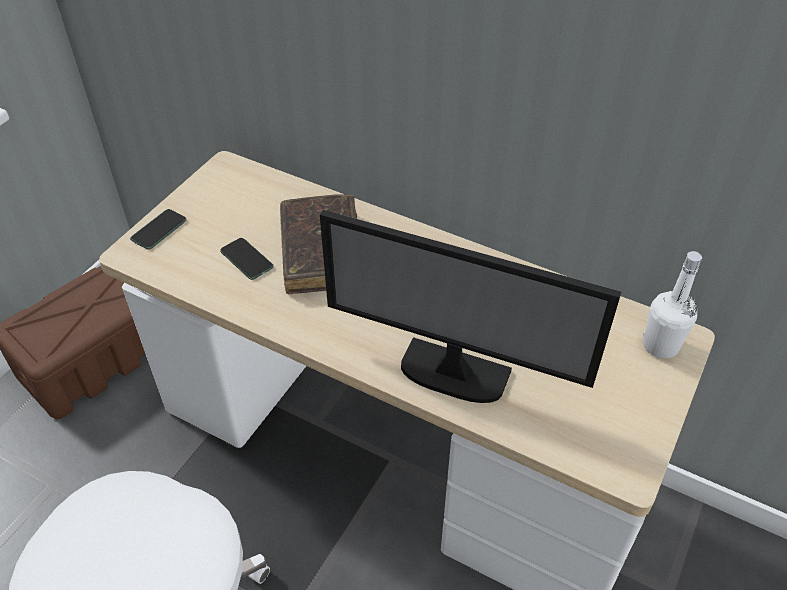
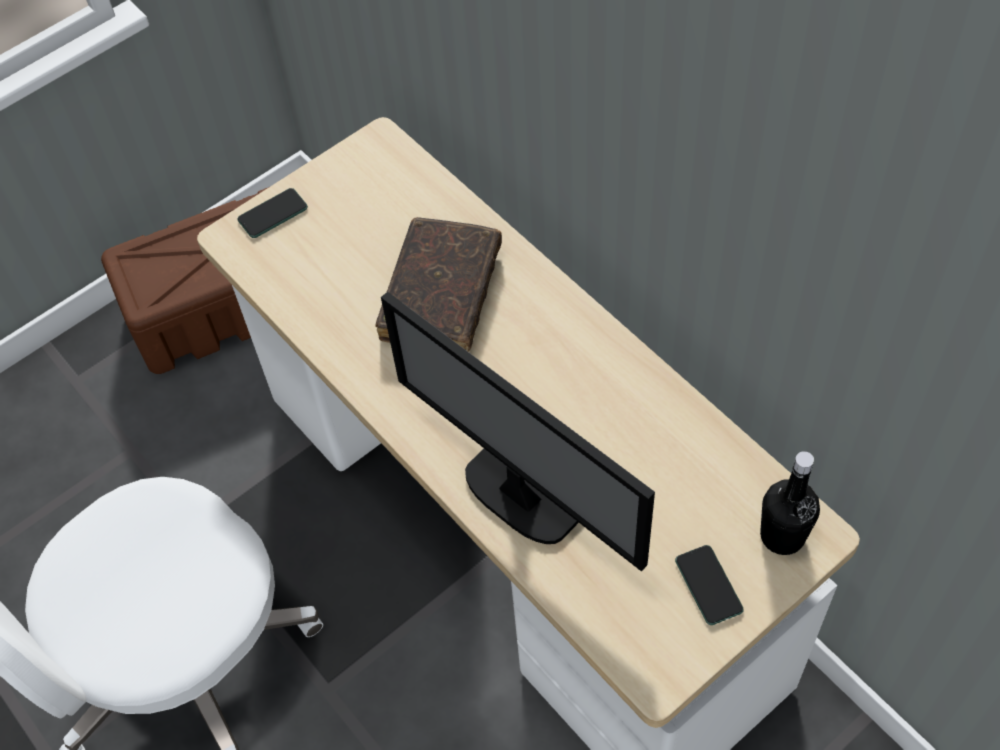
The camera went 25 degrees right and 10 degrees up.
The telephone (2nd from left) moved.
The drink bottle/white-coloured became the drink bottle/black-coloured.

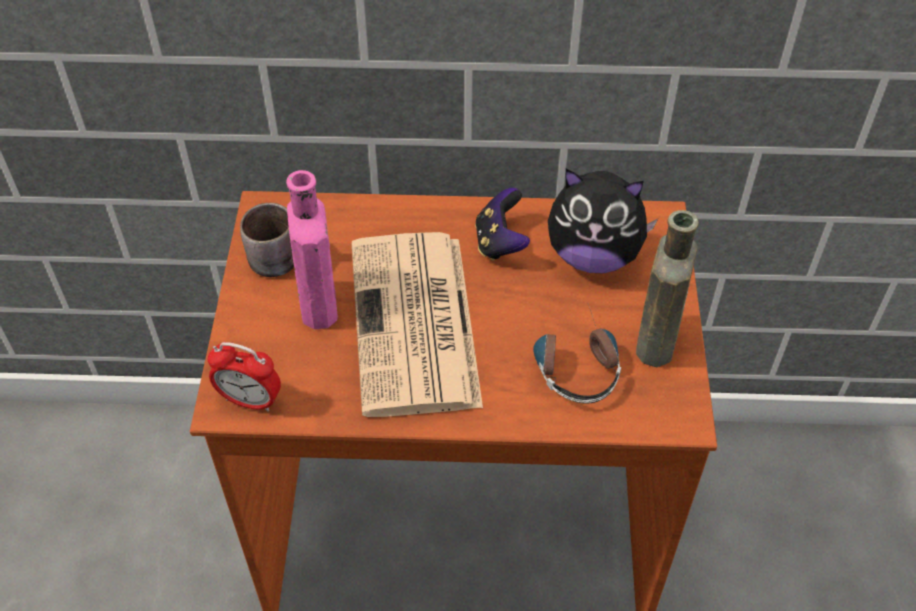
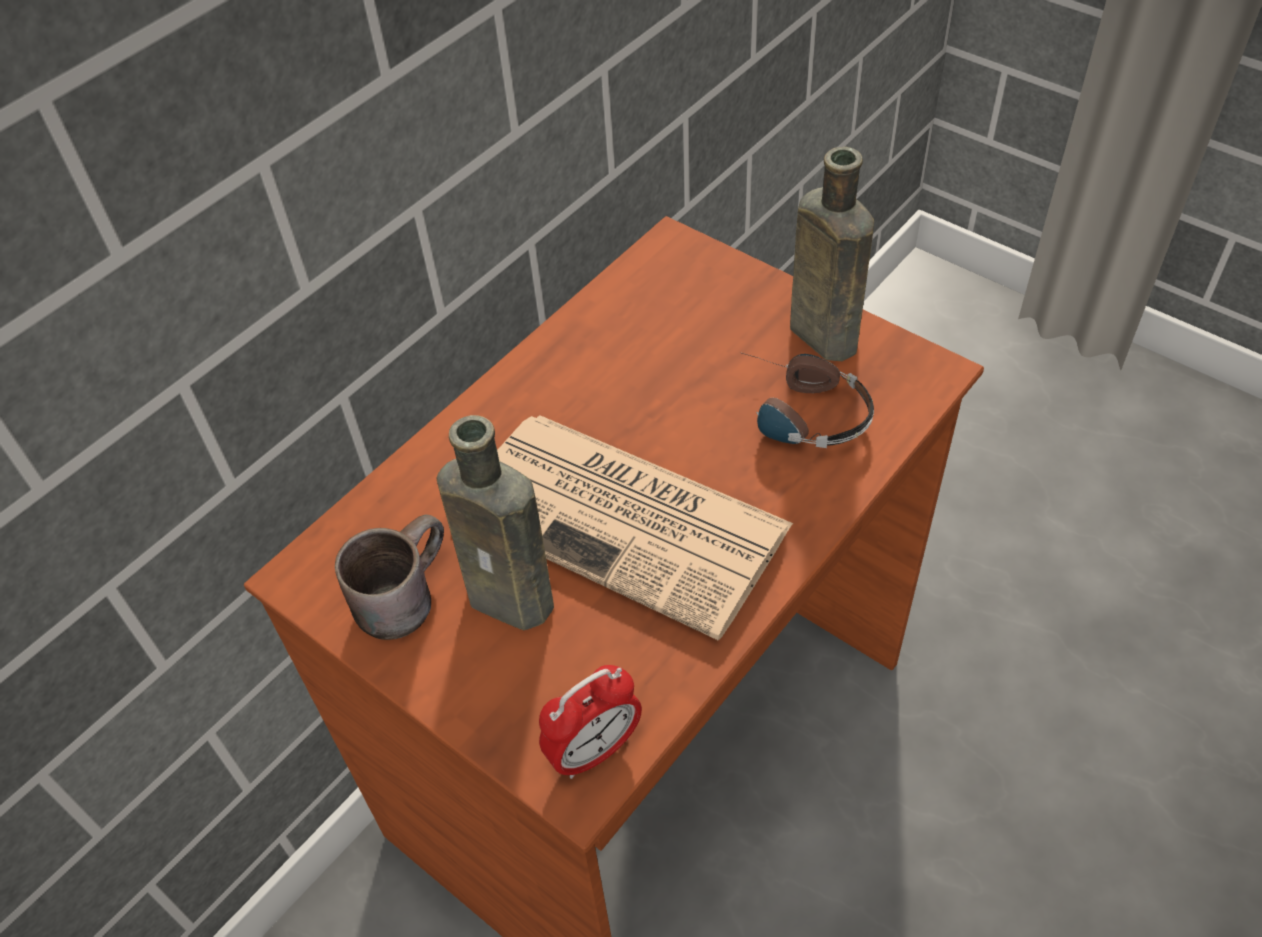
The camera went 50 degrees left and 0 degrees up.
The gamepad disappeared.
The soft toy disappeared.
The drink bottle/pinkish became the drink bottle/brown (1st from left).

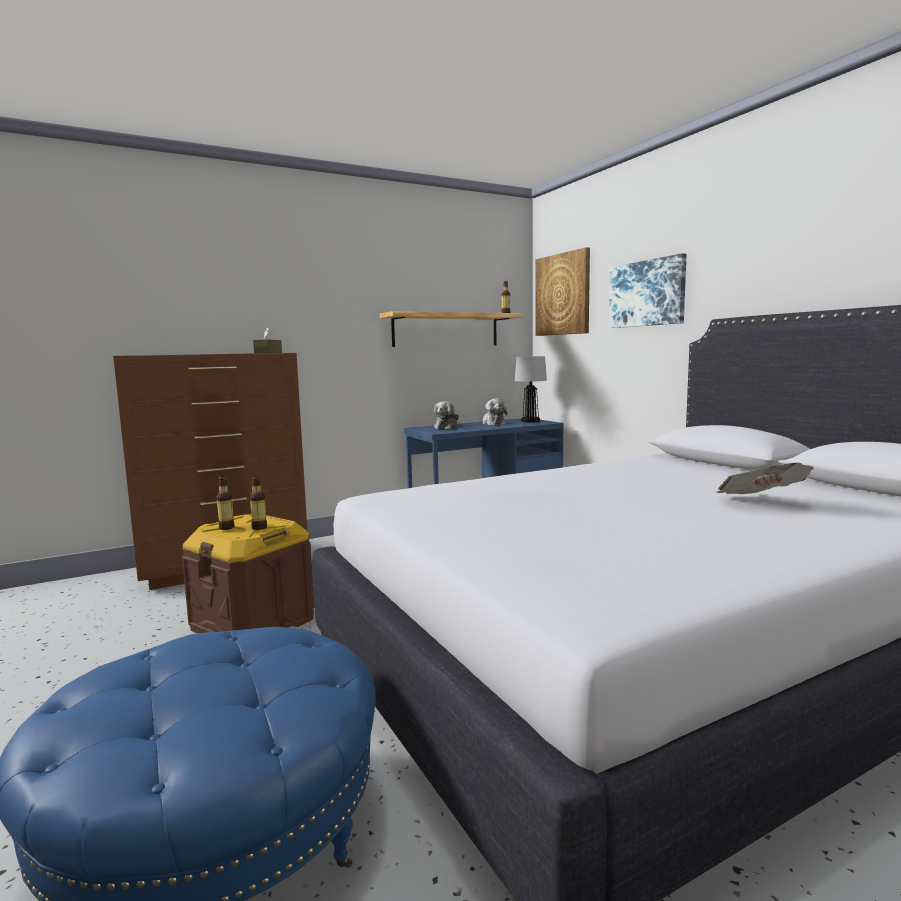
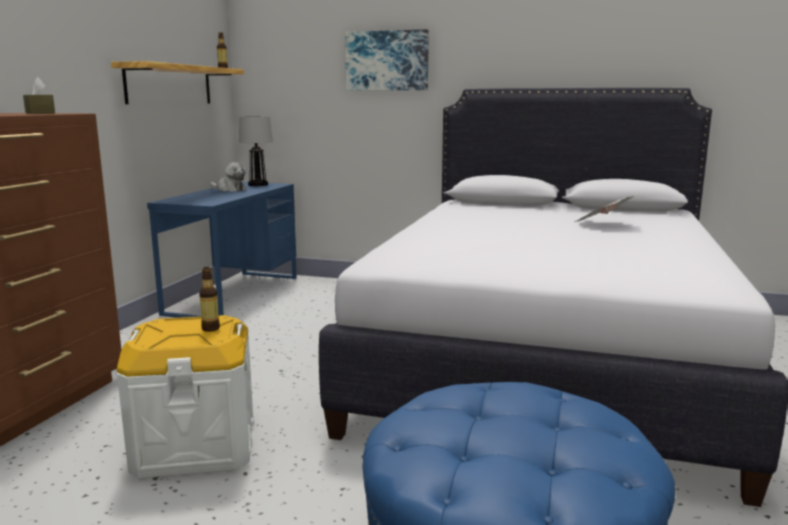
The camera went 45 degrees left and 5 degrees up.
The drink bottle (1st from left) disappeared.
The soft toy (1st from left) disappeared.
The wall picture (1st from left) disappeared.
The storage box/brown became the storage box/white-coloured.

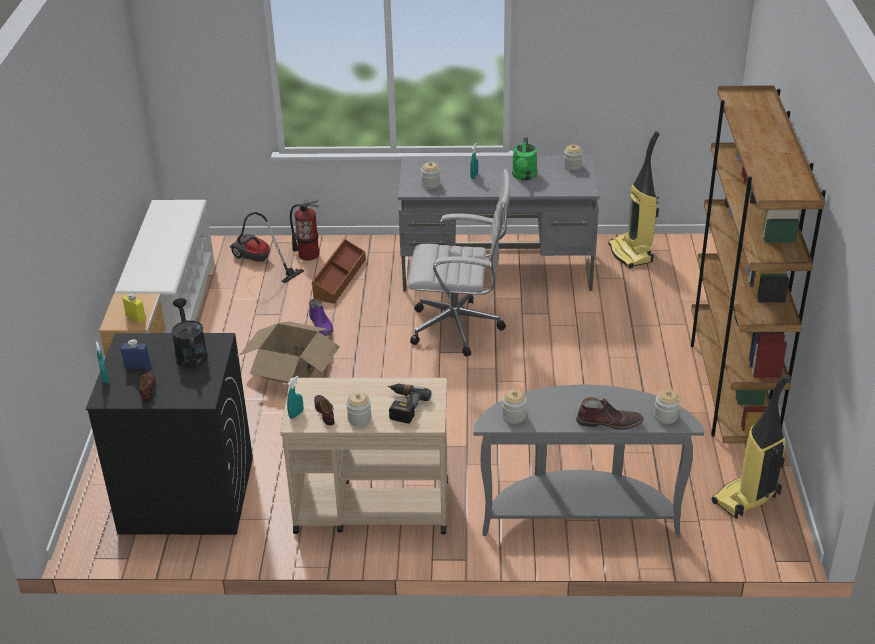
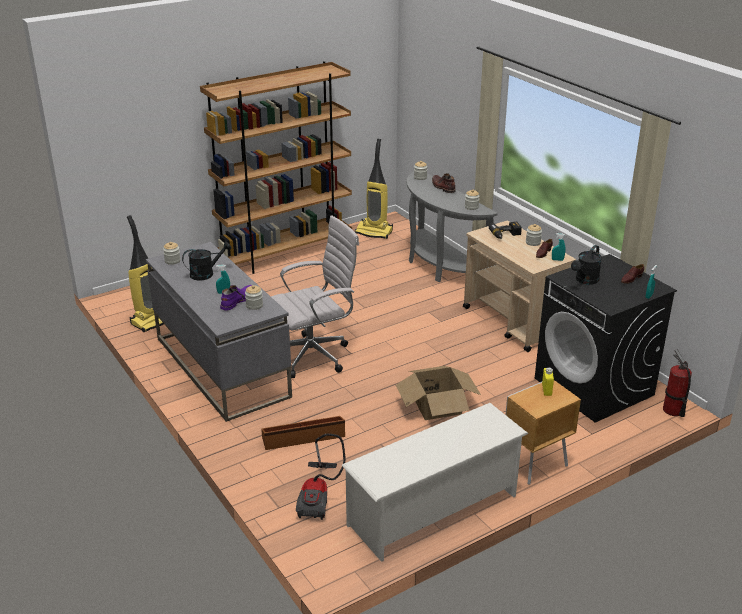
The camera went 125 degrees left and 5 degrees down.
The drink bottle/blue-coloured disappeared.
The extinguisher moved.
The tall boot/purple moved.
The watering can/greenish became the watering can/black-coloured (1st from left).
The office chair/white-coloured turned 90 degrees clockwise.

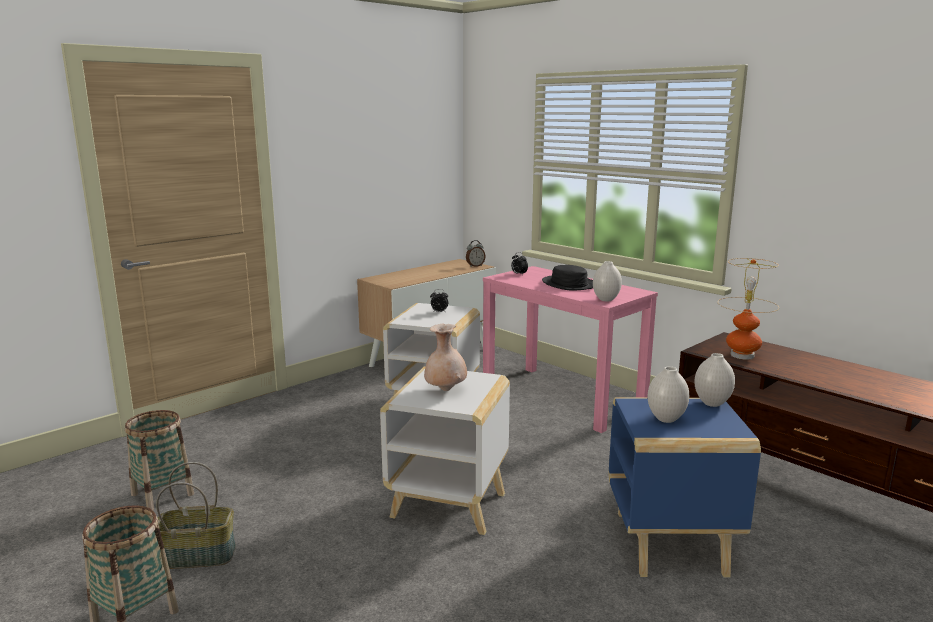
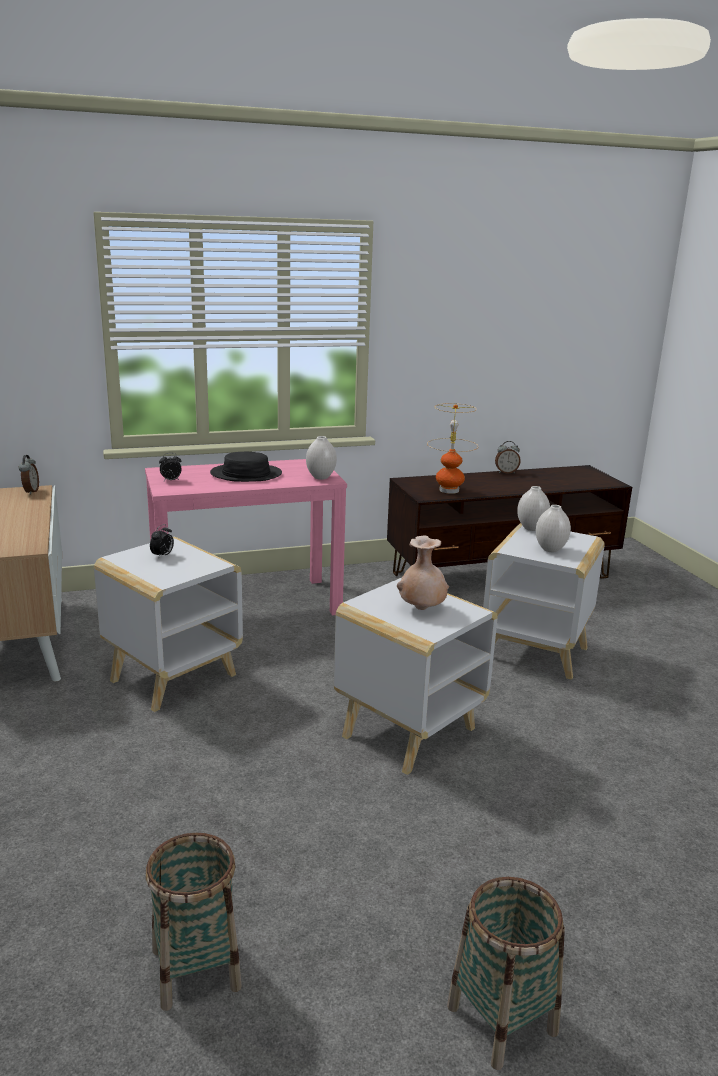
The camera went 65 degrees left and 5 degrees up.
The storage basket (3rd from left) disappeared.
The alarm clock (4th from left) appeared.
The end table/blue-coloured became the end table/white-coloured (3rd from left).

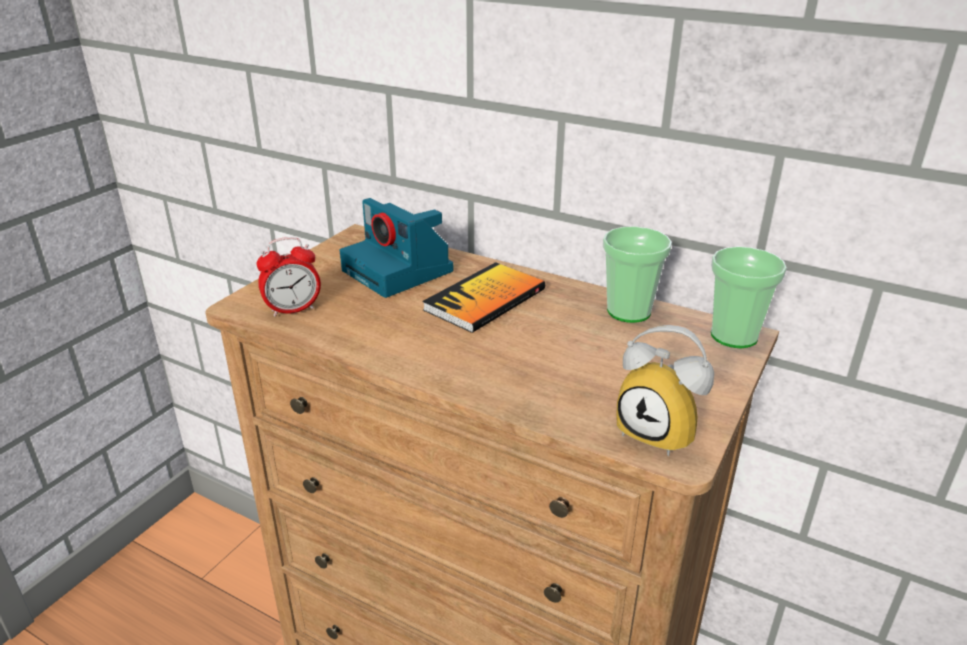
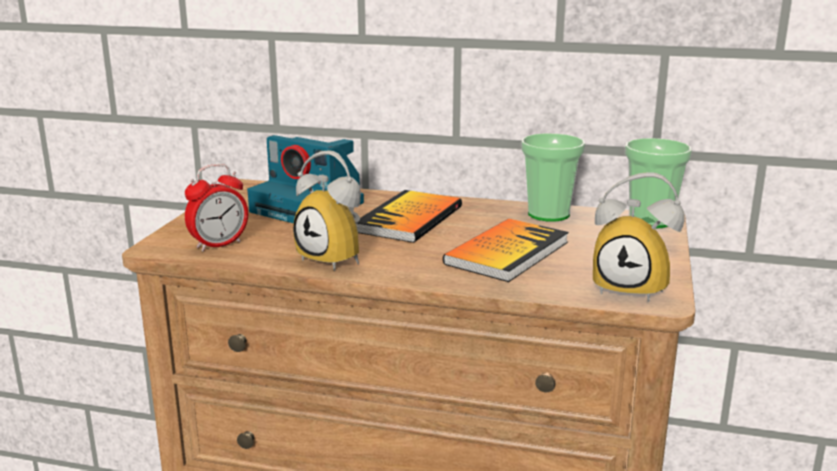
The camera went 15 degrees left and 10 degrees down.
The alarm clock (2nd from left) appeared.
The bound book (2nd from left) appeared.

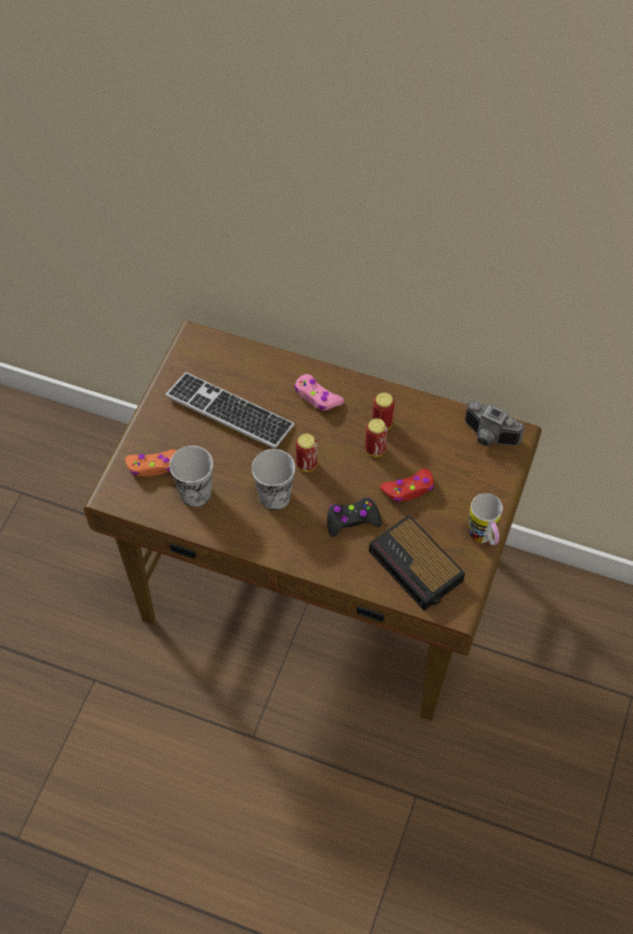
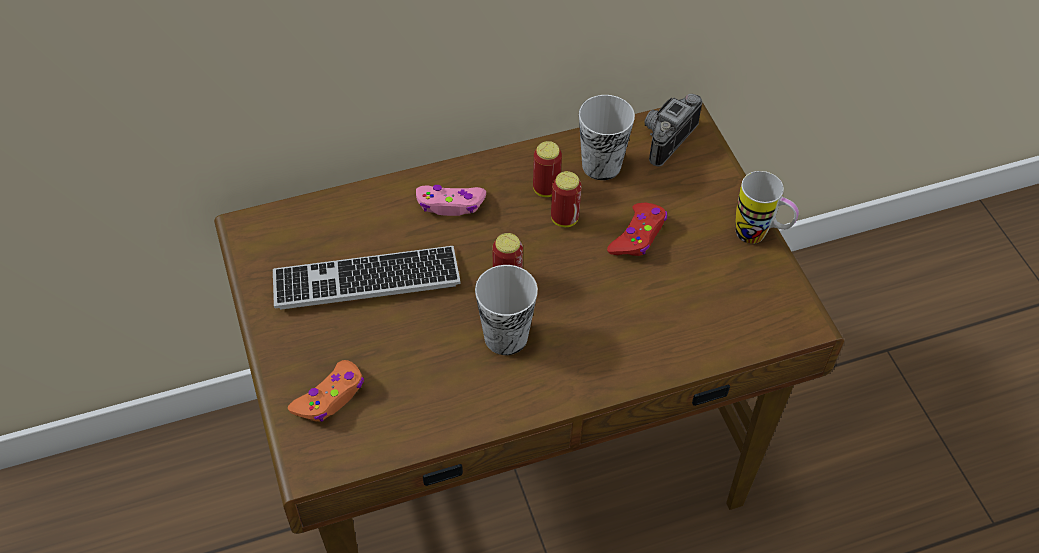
The camera went 40 degrees left and 5 degrees down.
The gamepad/black-coloured disappeared.
The alarm clock disappeared.
The drinking cup (1st from left in the first image) moved.
The still camera turned 135 degrees clockwise.

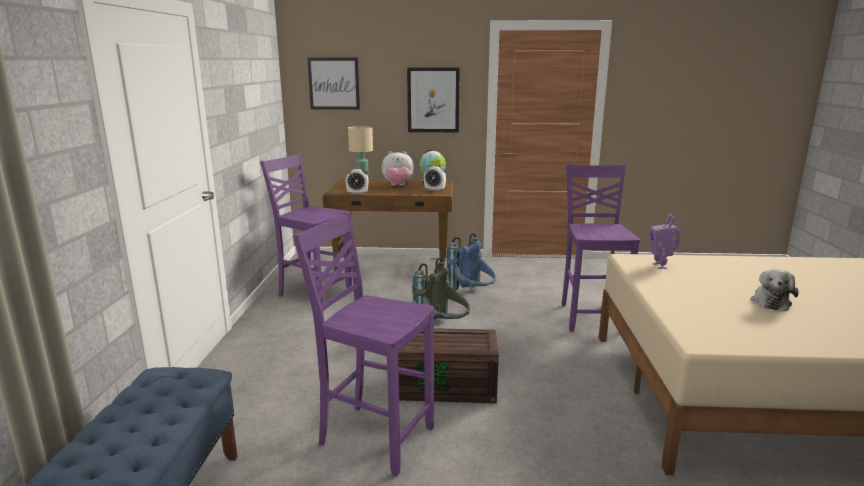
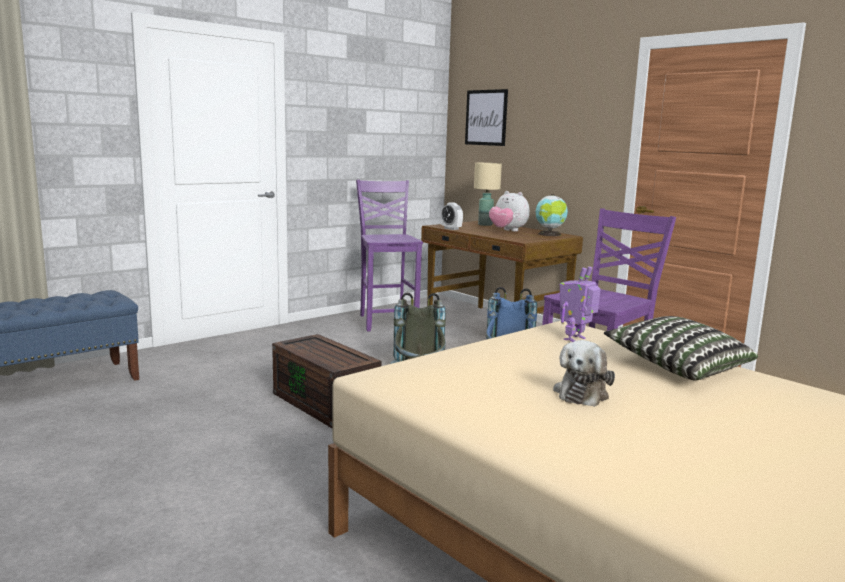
The camera went 45 degrees right and 5 degrees down.
The upright chair/purple (2nd from left) disappeared.
The wall picture (2nd from left) disappeared.
The alarm clock (2nd from left) disappeared.
The throw pillow appeared.
The soft toy (2nd from left) turned 45 degrees counterclockwise.

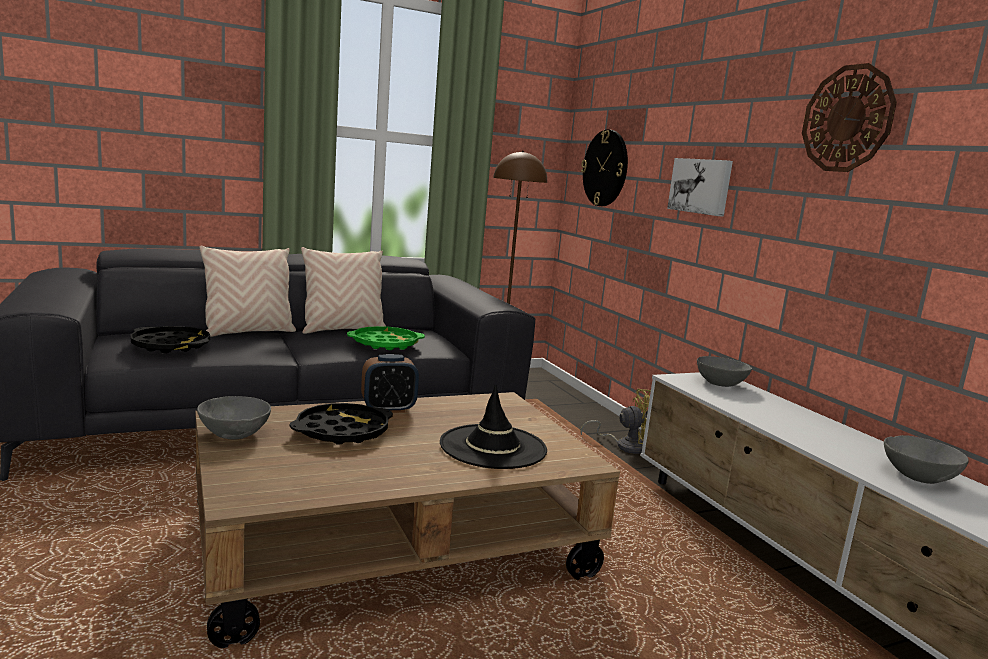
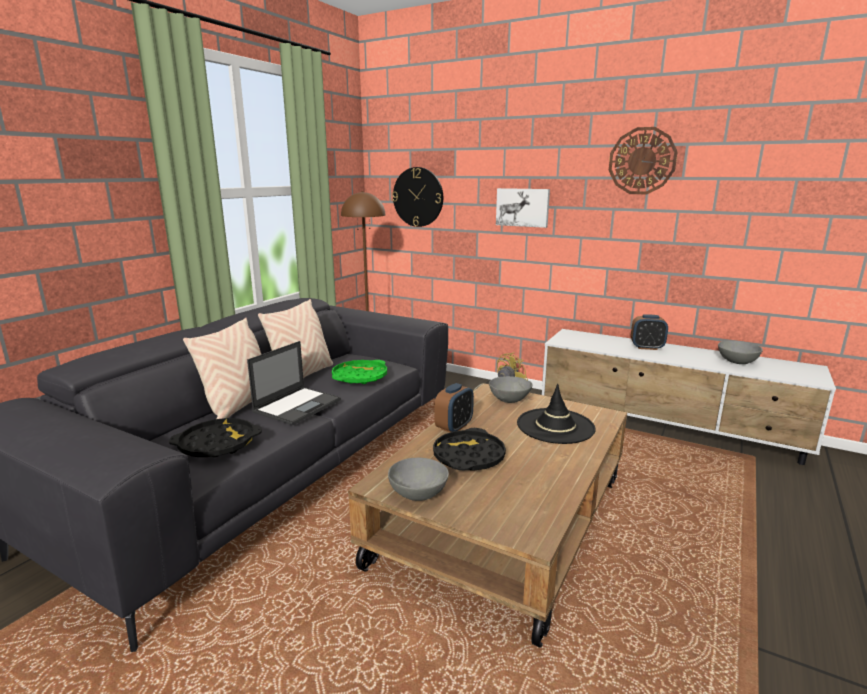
The camera went 35 degrees left and 5 degrees up.
The notebook computer appeared.
The alarm clock (2nd from left) appeared.
The bowl/grey (2nd from left) moved.

